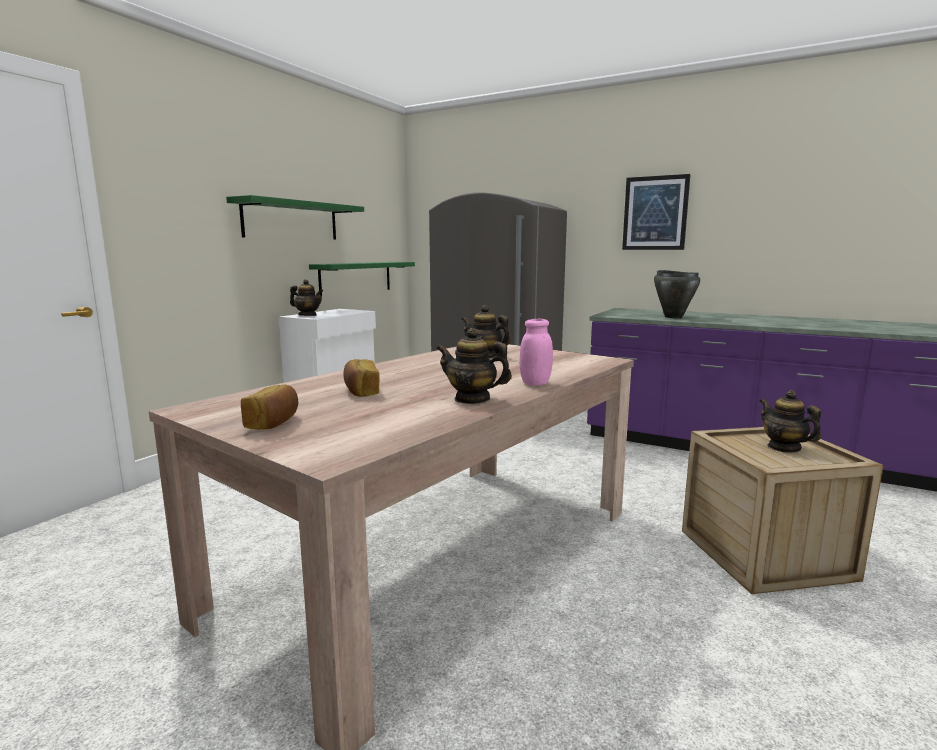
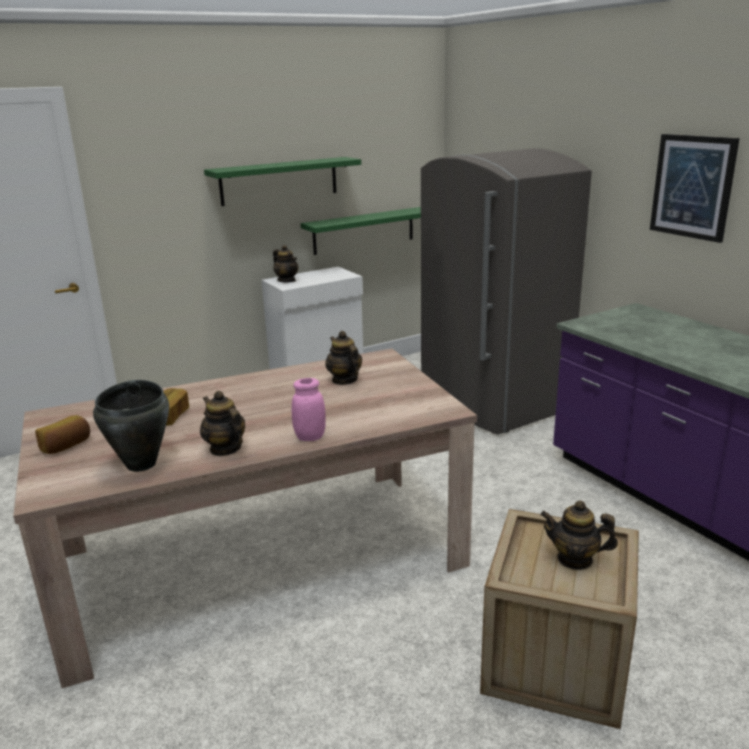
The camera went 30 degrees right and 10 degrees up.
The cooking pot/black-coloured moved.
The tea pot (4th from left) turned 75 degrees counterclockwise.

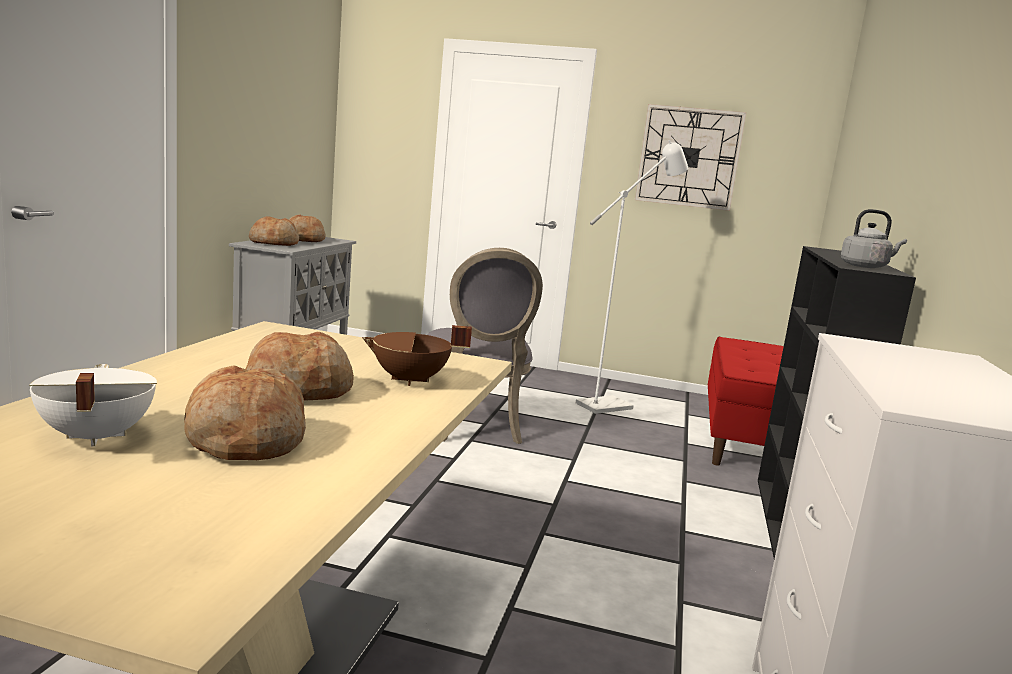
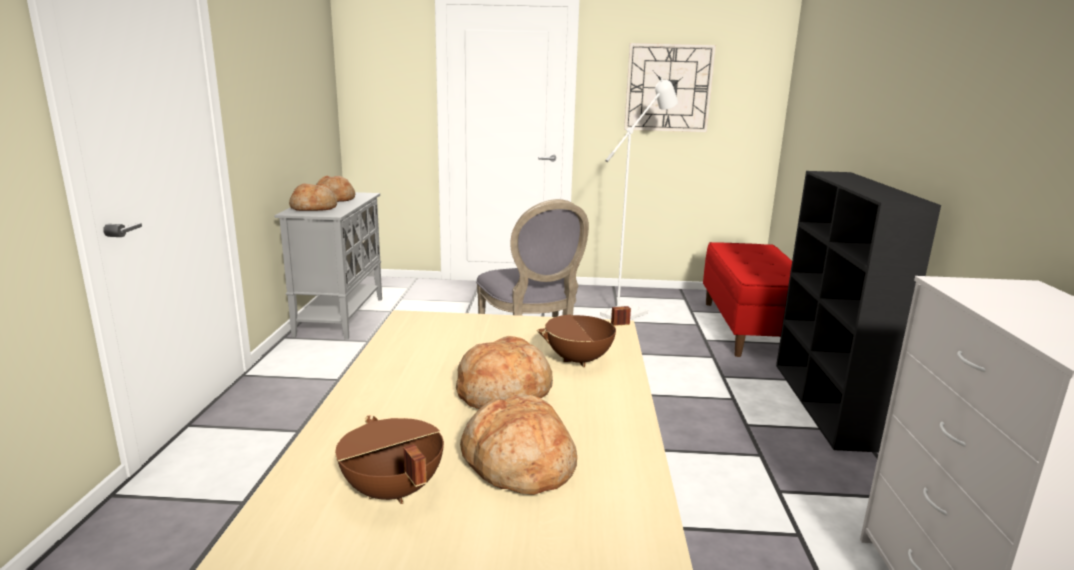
The camera went 10 degrees left and 5 degrees up.
The kettle/grey disappeared.
The cooking pot/white-coloured became the cooking pot/brown (1st from left).

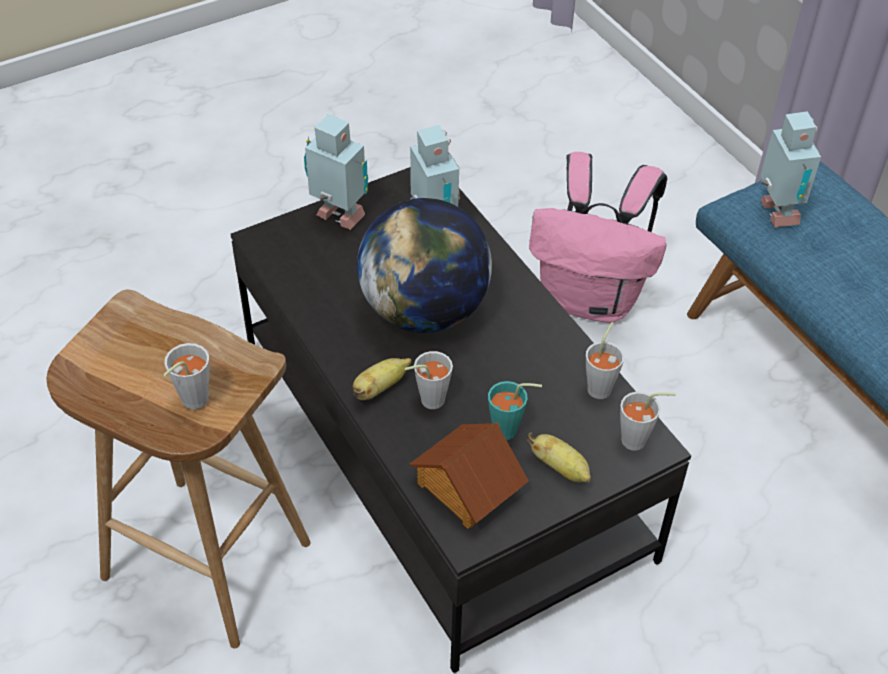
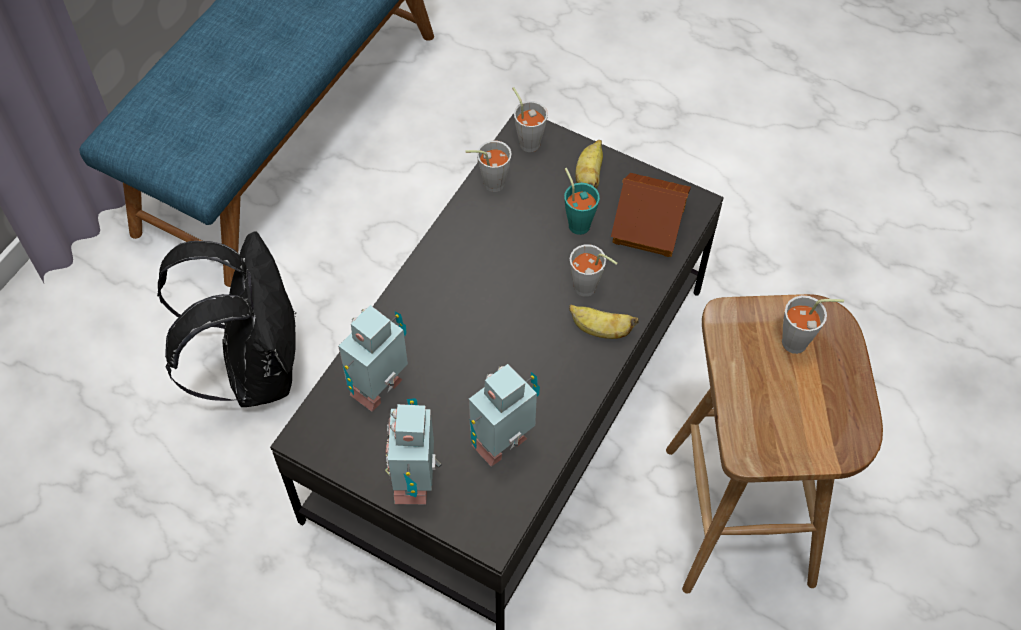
The camera went 120 degrees left and 10 degrees up.
The world globe disappeared.
The robot figure (3rd from left) moved.
The rucksack/pinkish became the rucksack/black-coloured.

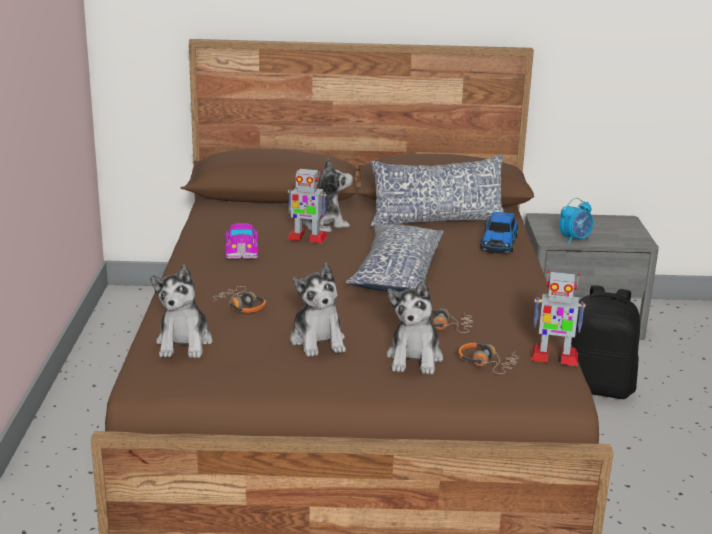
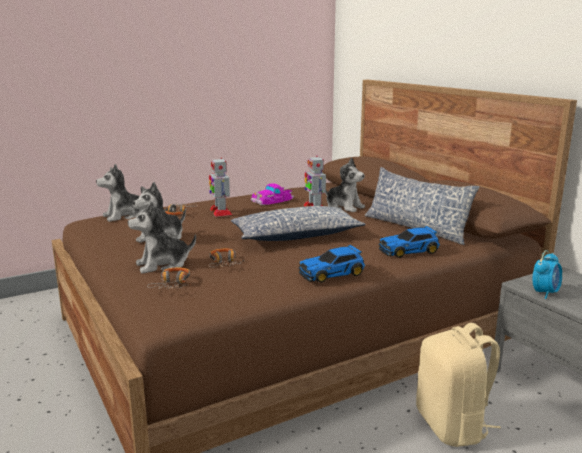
The camera went 60 degrees right and 5 degrees down.
The miniature car (2nd from left) appeared.
The robot figure (2nd from left in the first image) moved.
The rucksack/black-coloured became the rucksack/sand-coloured.
The alarm clock turned 75 degrees counterclockwise.

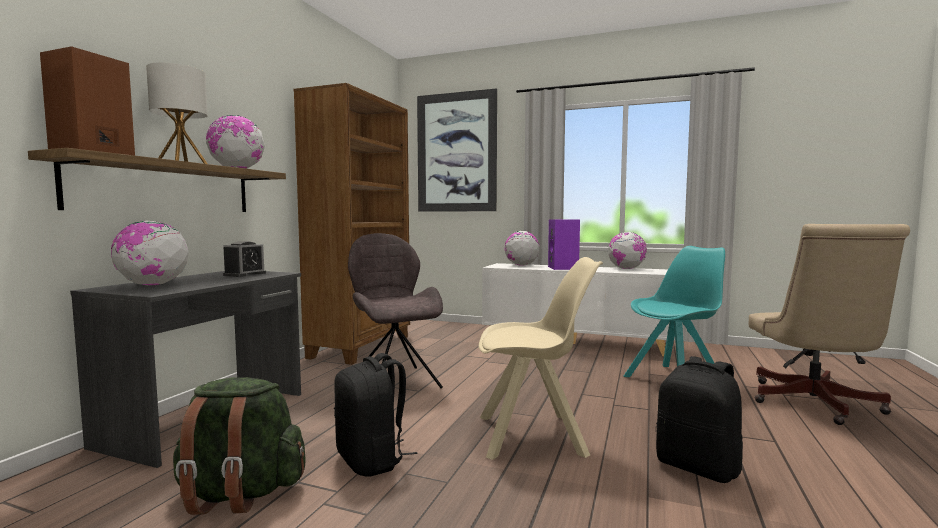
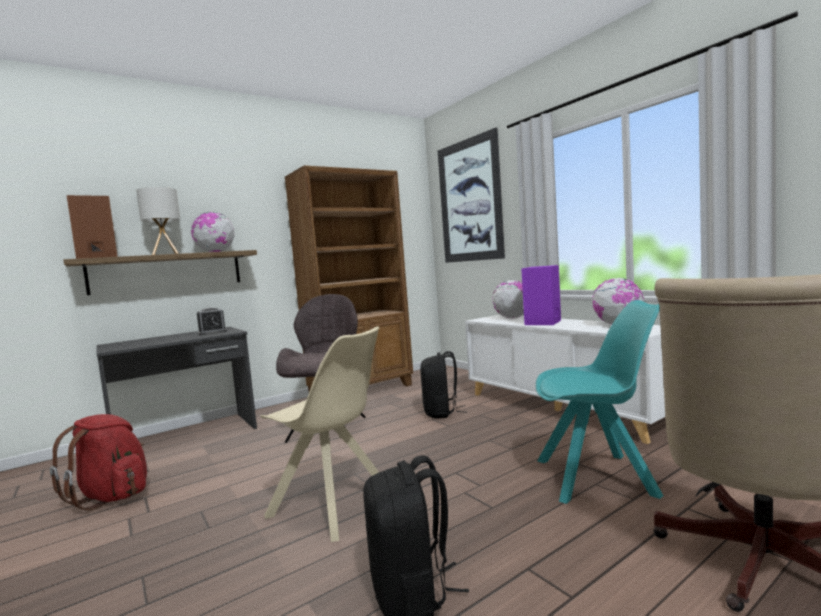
The camera went 35 degrees right and 0 degrees up.
The world globe (1st from left) disappeared.
The rucksack/black-coloured (1st from left in the first image) moved.
The rucksack/greenish became the rucksack/red-coloured.

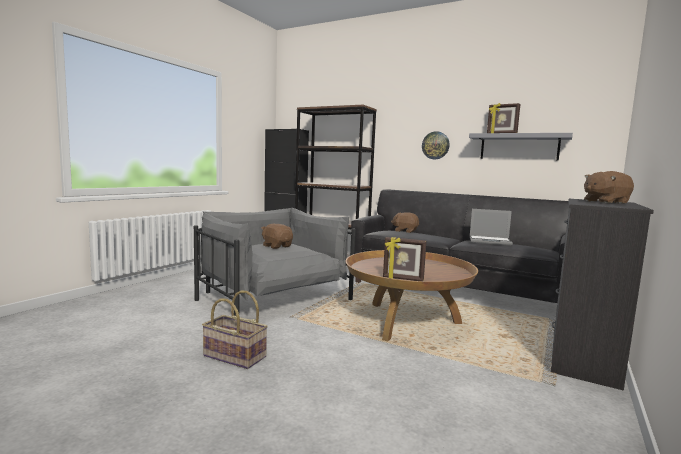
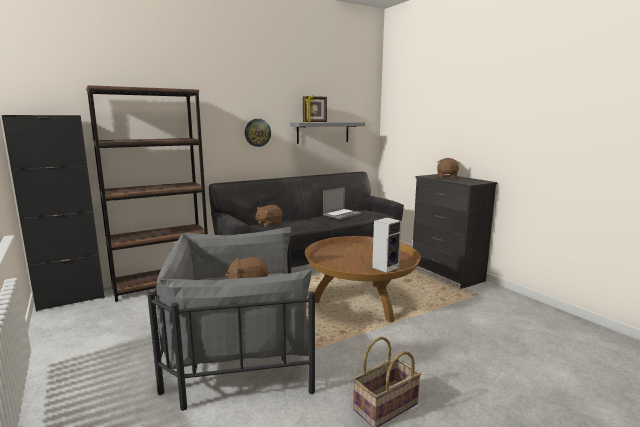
The camera went 60 degrees left and 5 degrees up.
The photo frame (1st from left) was replaced by the speaker.

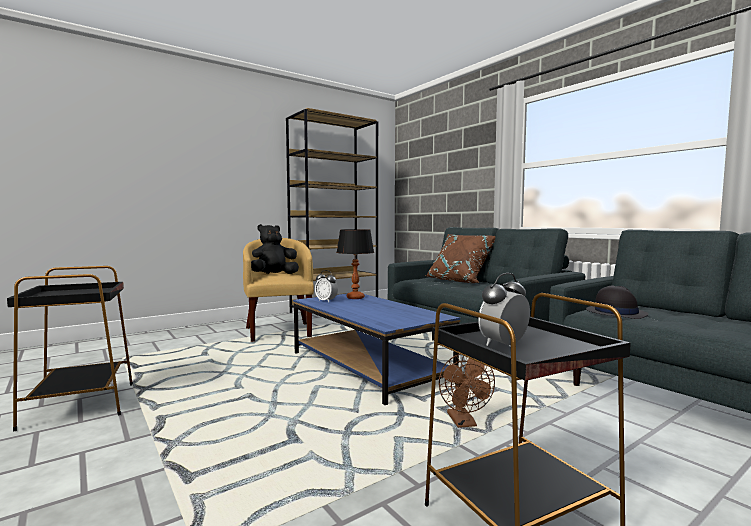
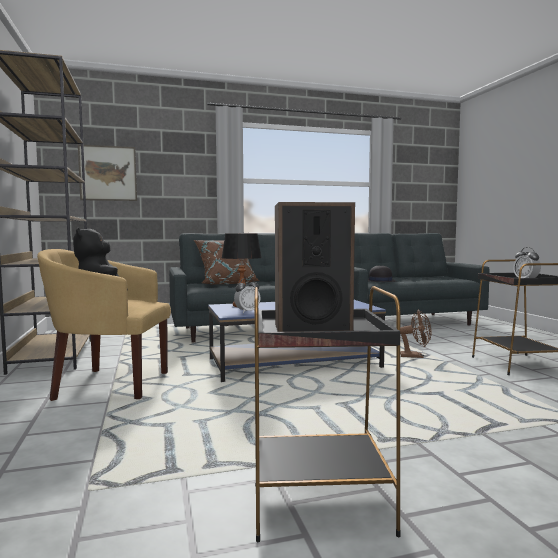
The camera went 70 degrees left and 0 degrees up.
The wall picture appeared.
The speaker appeared.

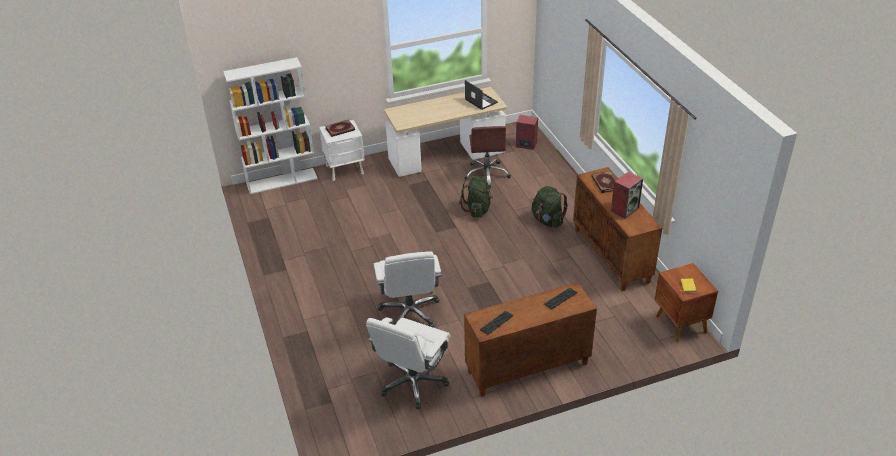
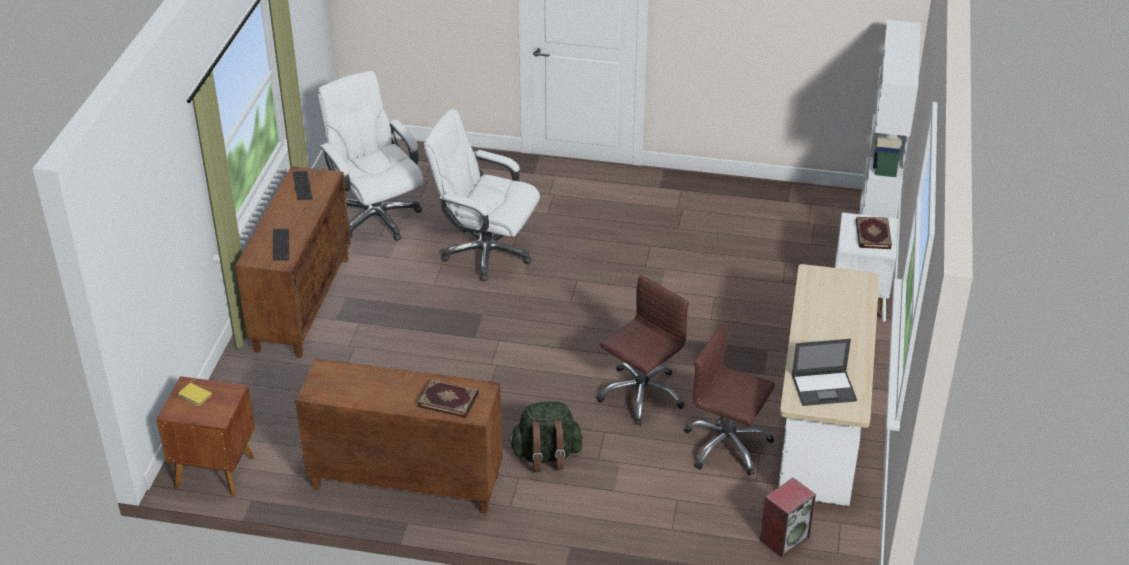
The camera went 120 degrees right and 0 degrees up.
The speaker (2nd from left) disappeared.
The rucksack/greenish (1st from left) was replaced by the office chair/brown (1st from left).

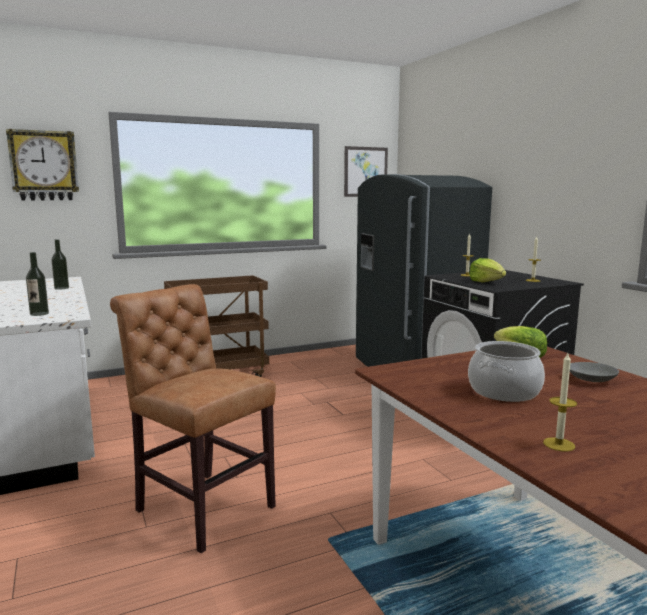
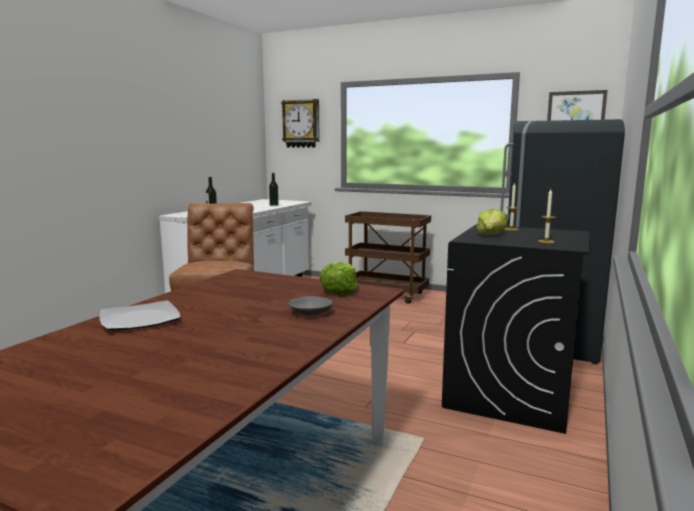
The camera went 50 degrees right and 0 degrees up.
The cooking pot disappeared.
The candle (3rd from left) was replaced by the plate.

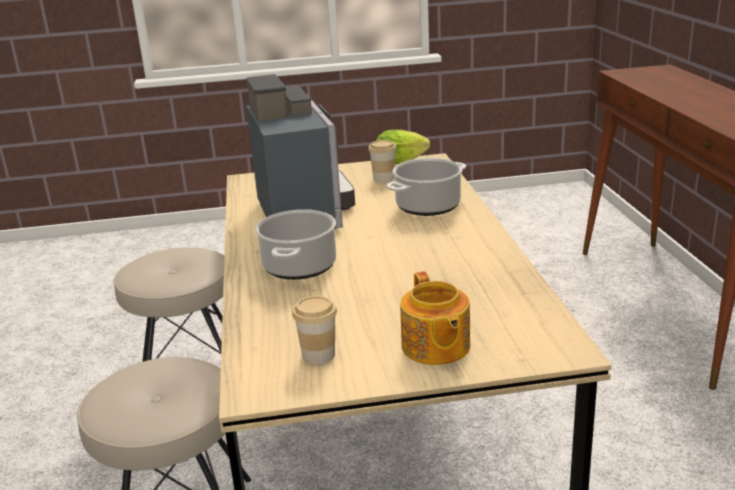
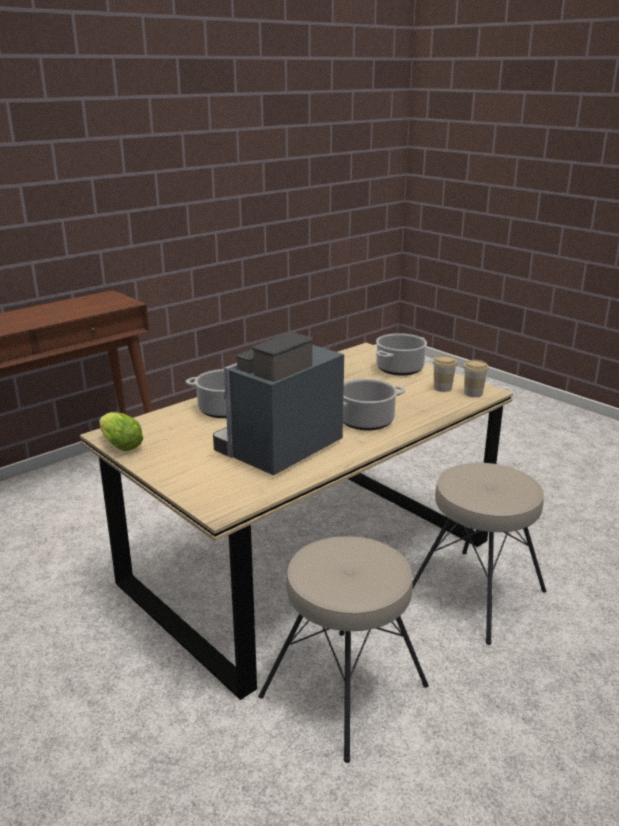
The camera went 125 degrees left and 0 degrees up.
The drinking cup (2nd from left) moved.
The tea pot was replaced by the cooking pot (3rd from left).

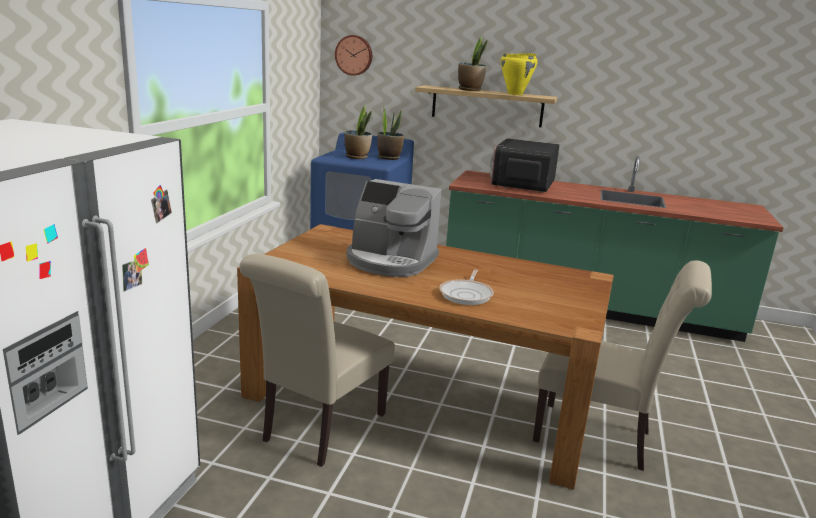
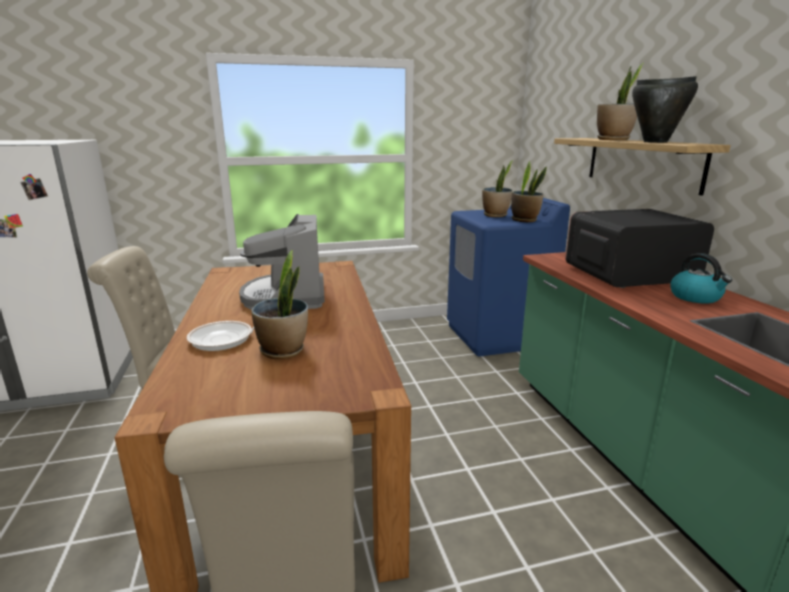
The camera went 60 degrees right and 0 degrees up.
The hanging clock disappeared.
The potted plant (1st from left) appeared.
The kettle appeared.
The cooking pot/yellow-coloured became the cooking pot/black-coloured.

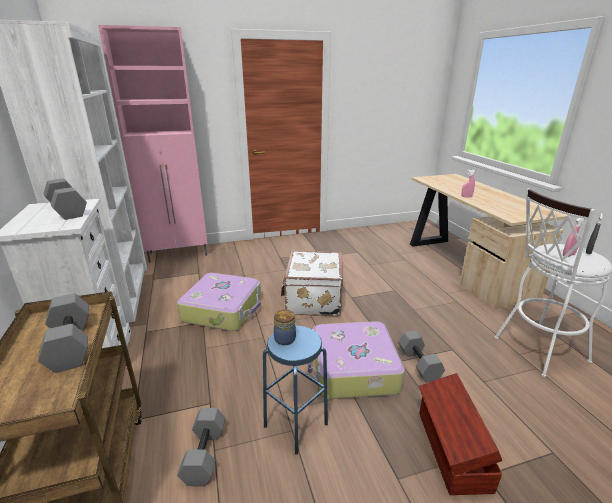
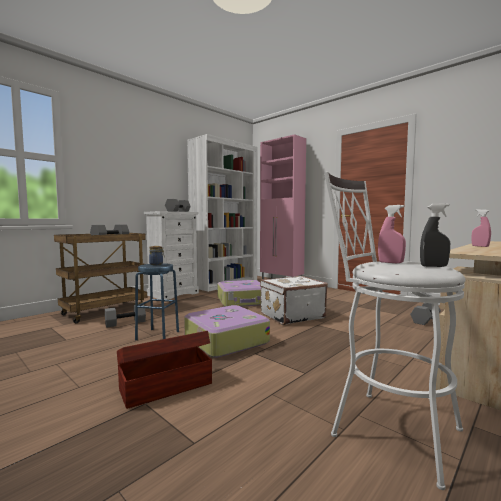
The camera went 60 degrees right and 20 degrees down.
The hand weight/grey (4th from left) moved.

